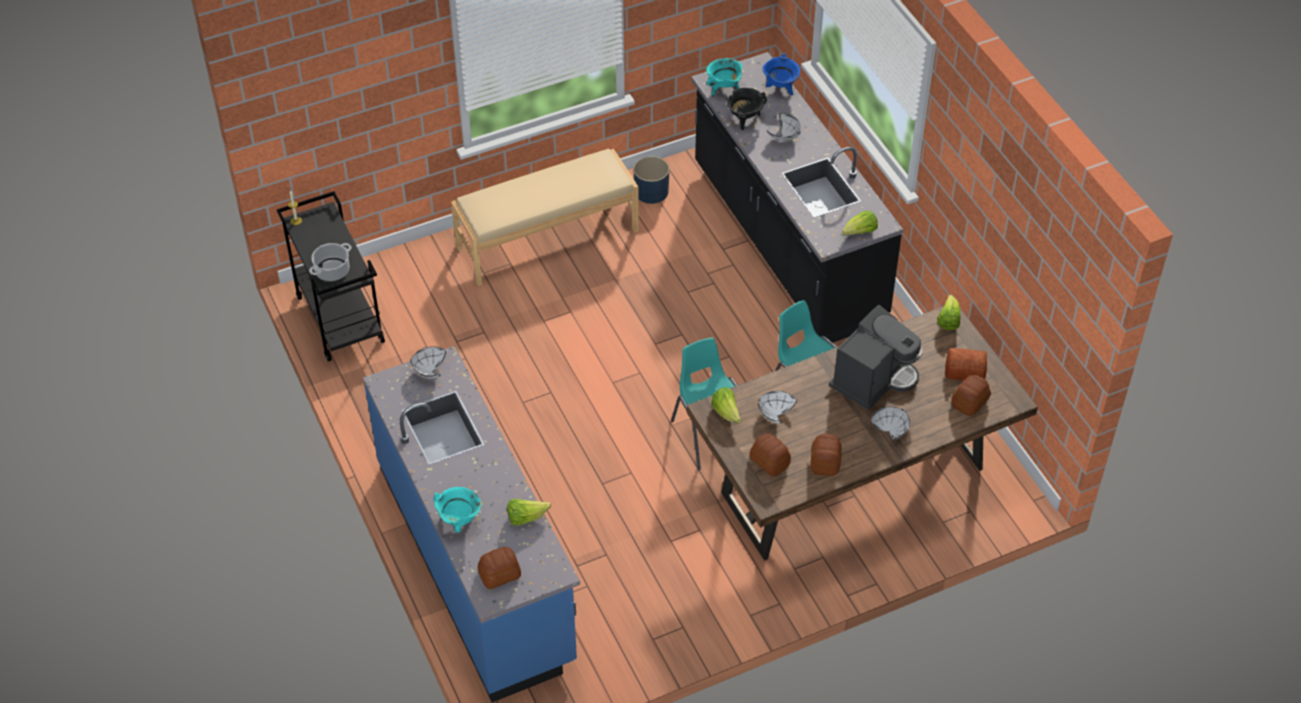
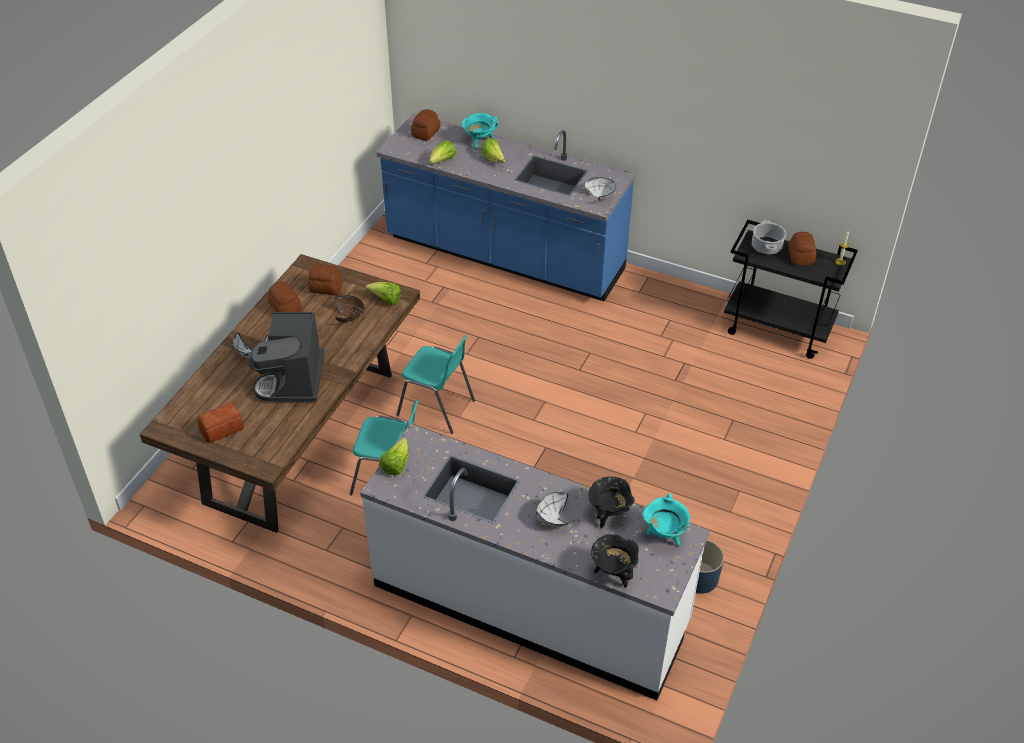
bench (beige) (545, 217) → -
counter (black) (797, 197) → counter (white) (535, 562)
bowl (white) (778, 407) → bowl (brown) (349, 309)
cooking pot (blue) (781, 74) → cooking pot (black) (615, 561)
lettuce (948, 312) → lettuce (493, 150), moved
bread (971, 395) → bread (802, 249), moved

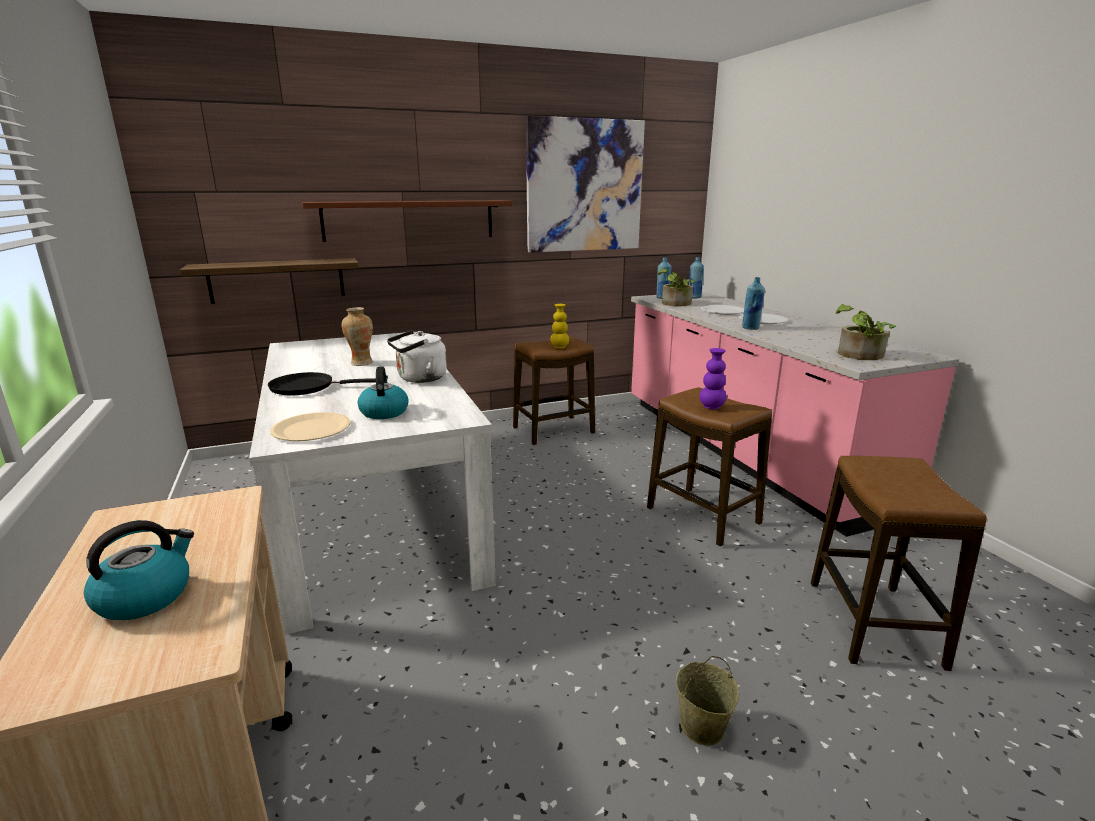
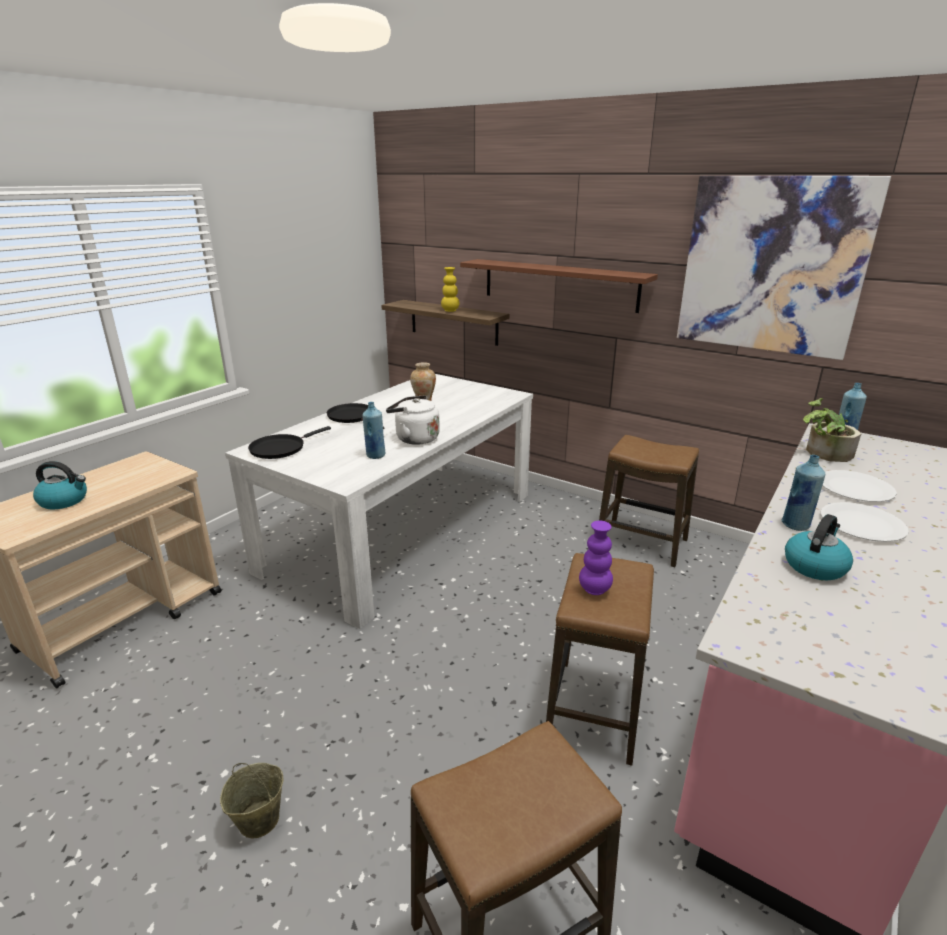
plate (beige) (310, 426) → frying pan (black) (289, 442)
kettle (383, 393) → kettle (819, 547), moved
vase (yellow) (559, 326) → vase (yellow) (450, 289), moved
bottle (blue) (696, 277) → bottle (blue) (374, 430), moved
potted plant (866, 332) → -

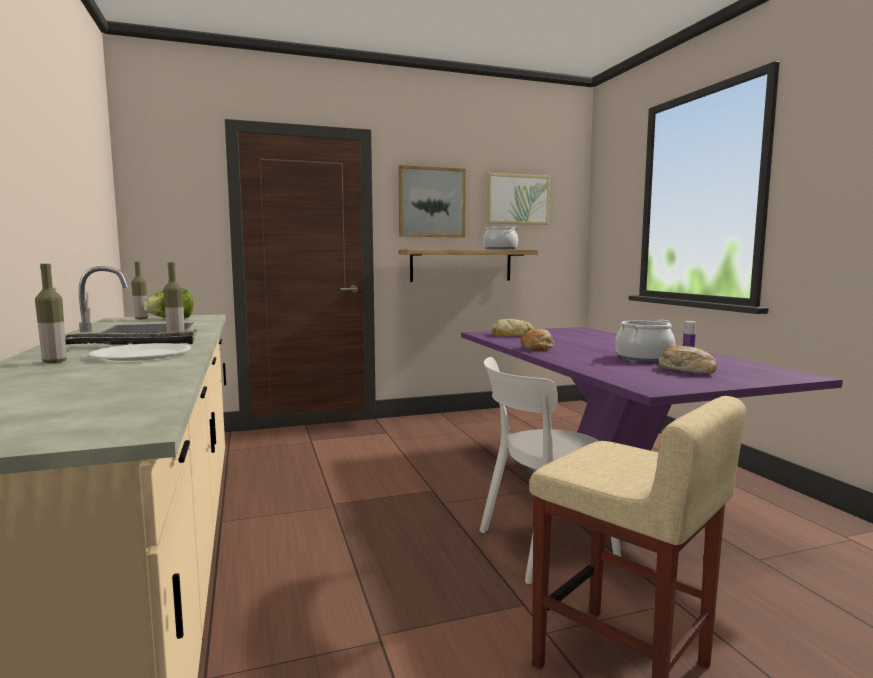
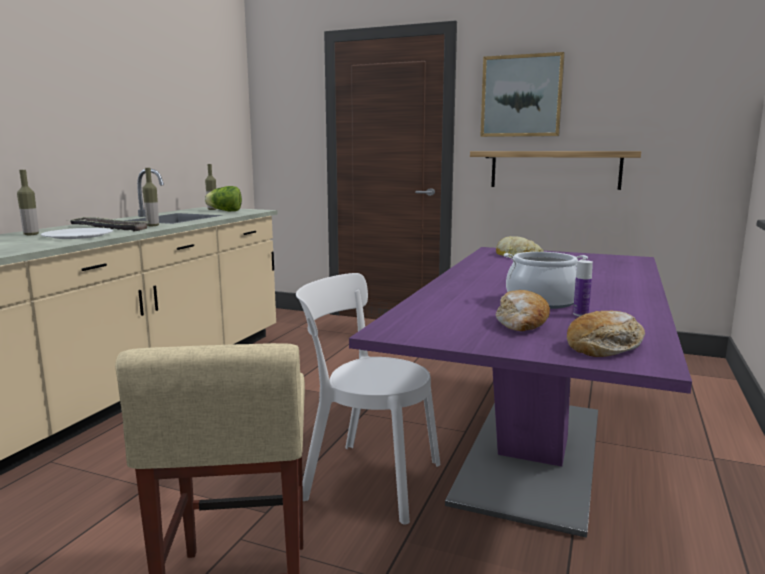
cooking pot (500, 238) → -
picture (518, 199) → -
bread (537, 340) → bread (606, 334), moved

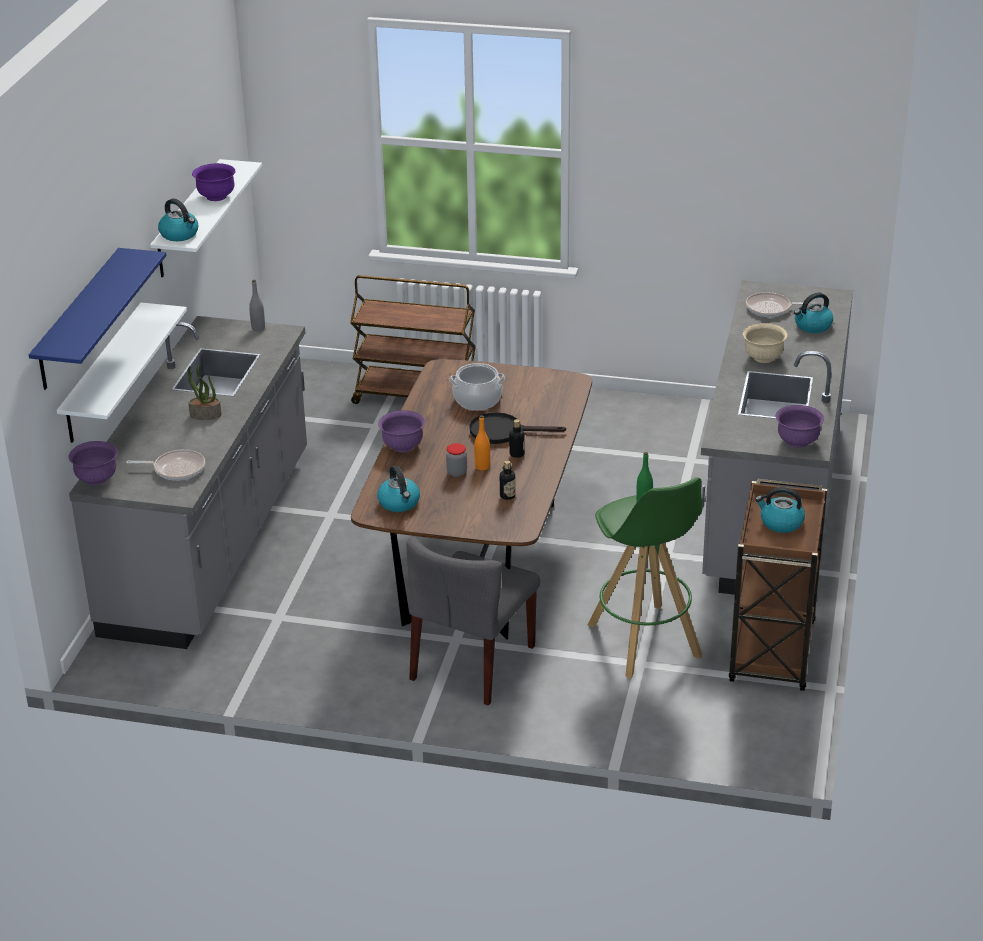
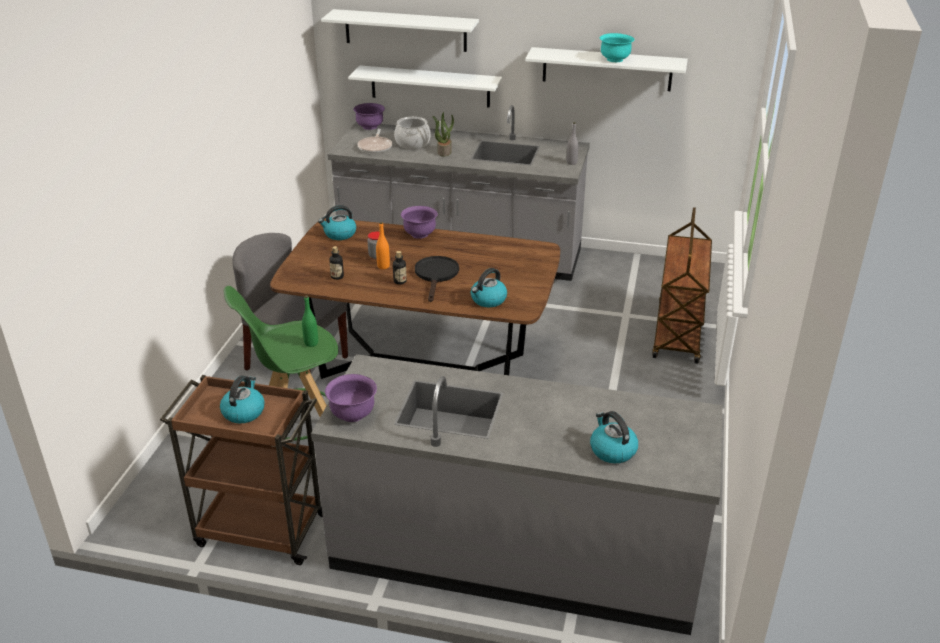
shelf (blue) (97, 319) → shelf (white) (400, 30)
kettle (178, 219) → kettle (489, 287), moved
bowl (purple) (213, 182) → bowl (turquoise) (617, 47)
cooking pot (477, 386) → cooking pot (412, 133), moved
bowl (beige) (765, 343) → -
frying pan (778, 304) → -

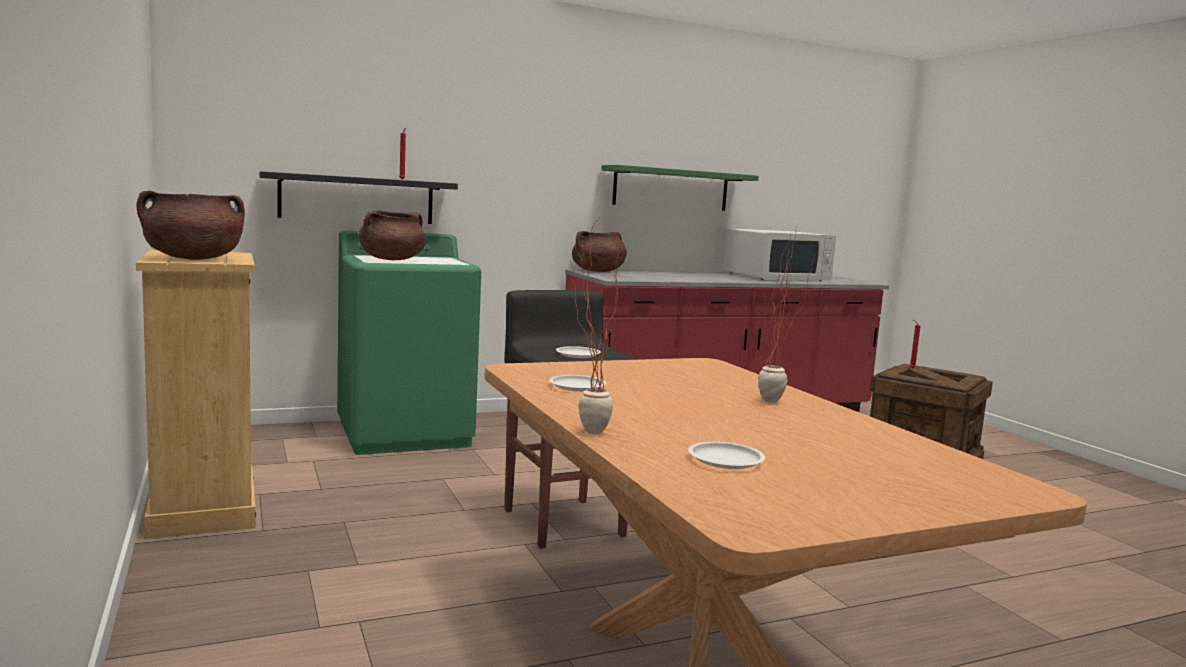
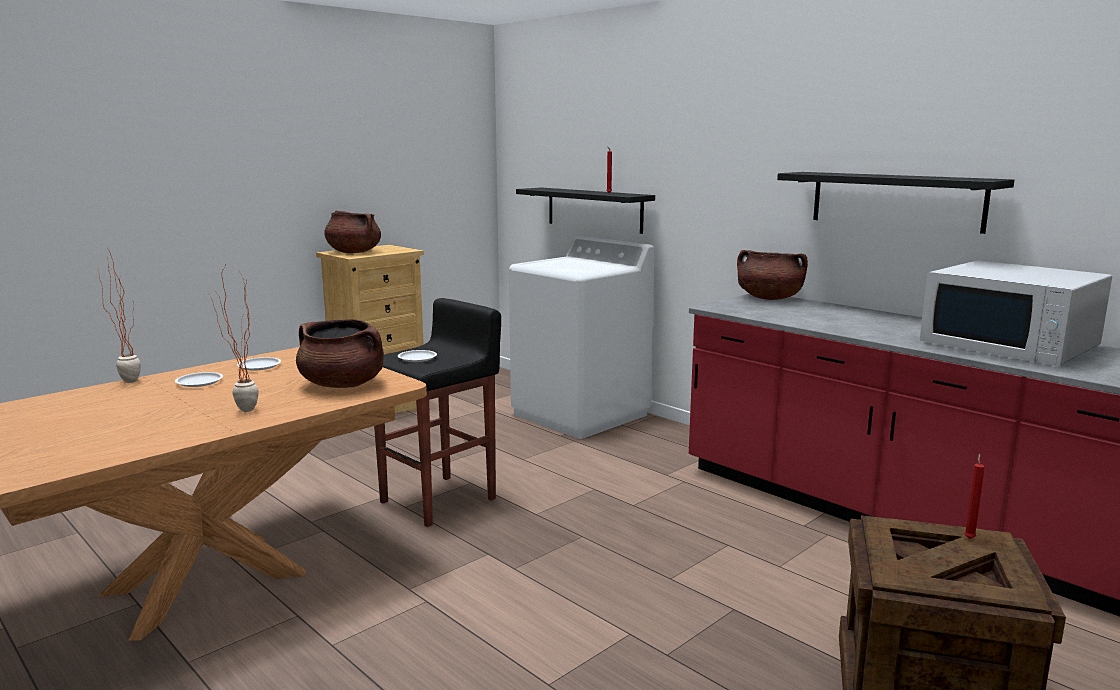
washing machine (green) (409, 342) → washing machine (white) (582, 337)
cooking pot (brown) (392, 235) → cooking pot (brown) (340, 353), moved
shelf (green) (680, 188) → shelf (black) (895, 203)
plate (white) (726, 455) → plate (white) (199, 379), moved

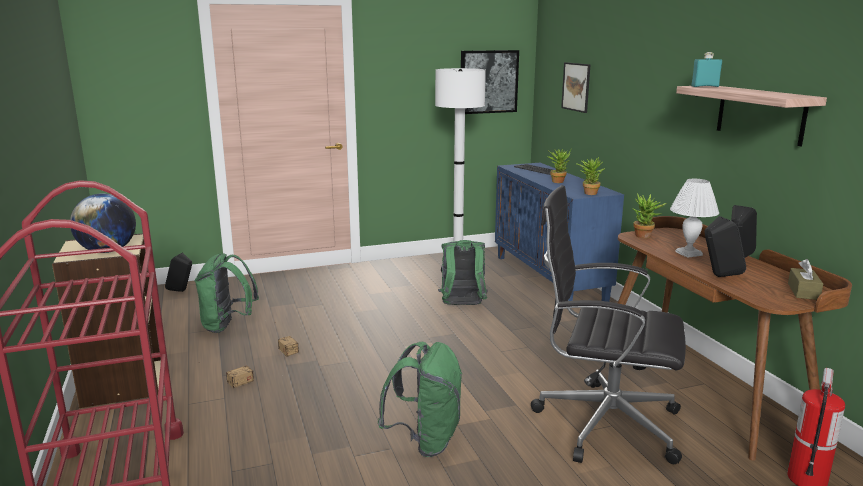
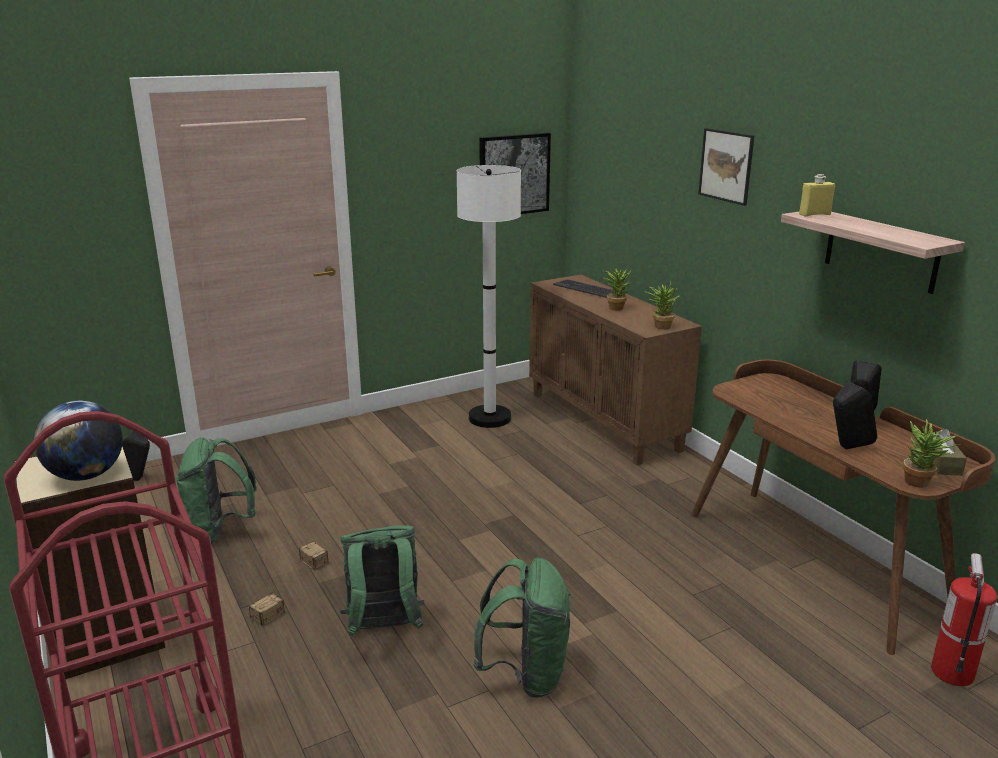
backpack (green) (463, 272) → backpack (green) (382, 581), moved
cabinet (blue) (559, 236) → cabinet (brown) (615, 370)
office chair (black) (608, 324) → -
picture (575, 87) → picture (726, 167), moved
potted plant (649, 215) → potted plant (931, 453), moved
table lamp (white) (694, 218) → -
bottle (turquoise) (706, 69) → bottle (yellow) (817, 195)

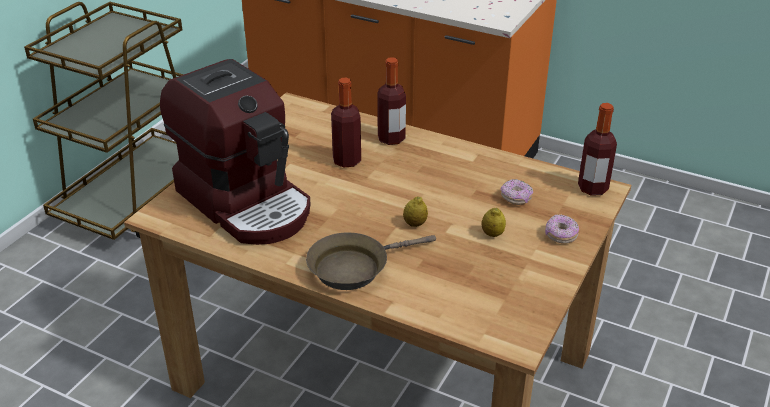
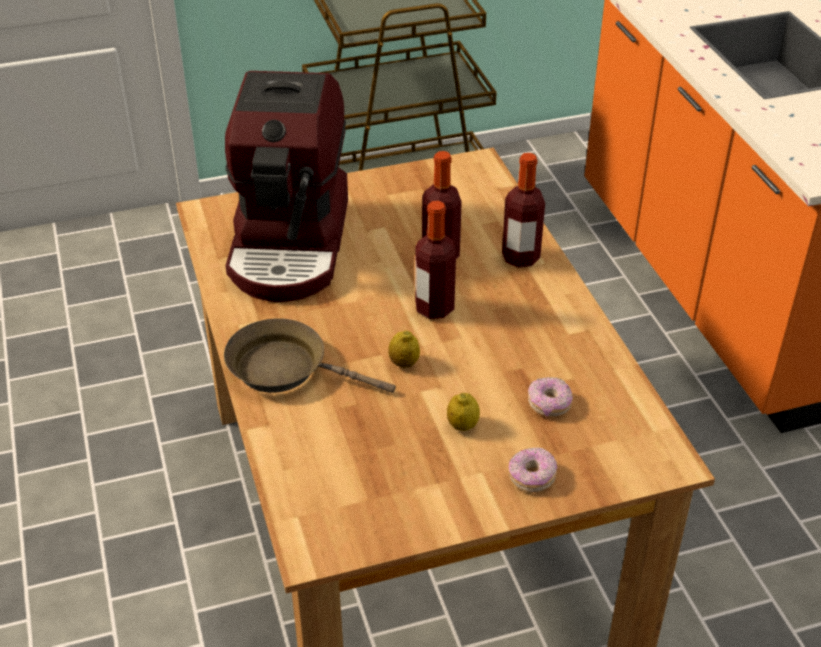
bottle (597, 149) → bottle (435, 260), moved

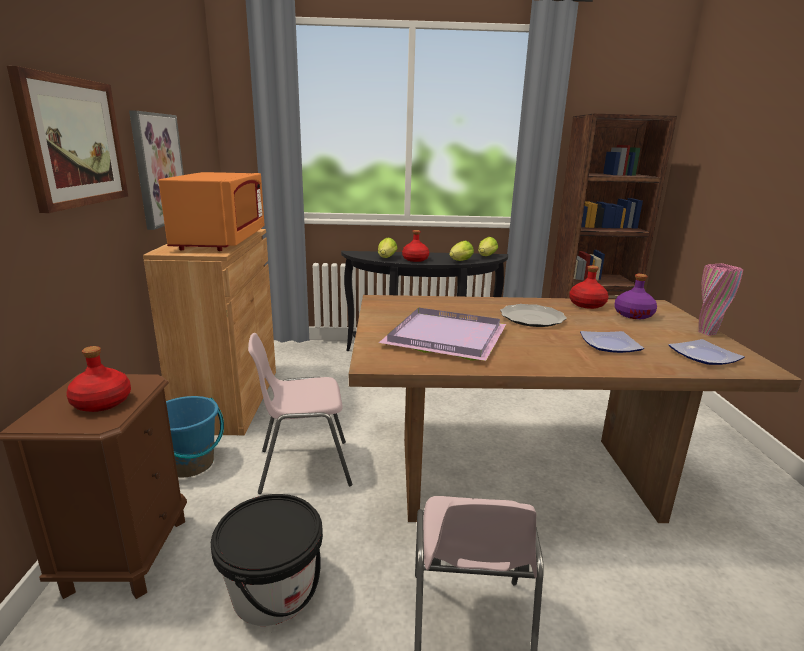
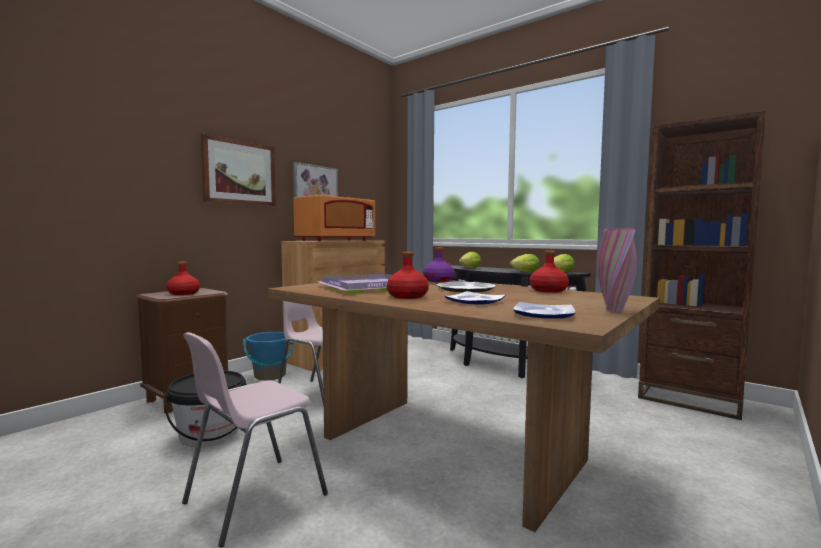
bottle (red) (415, 246) → bottle (red) (408, 275), moved
bottle (purple) (635, 296) → bottle (purple) (438, 264), moved

